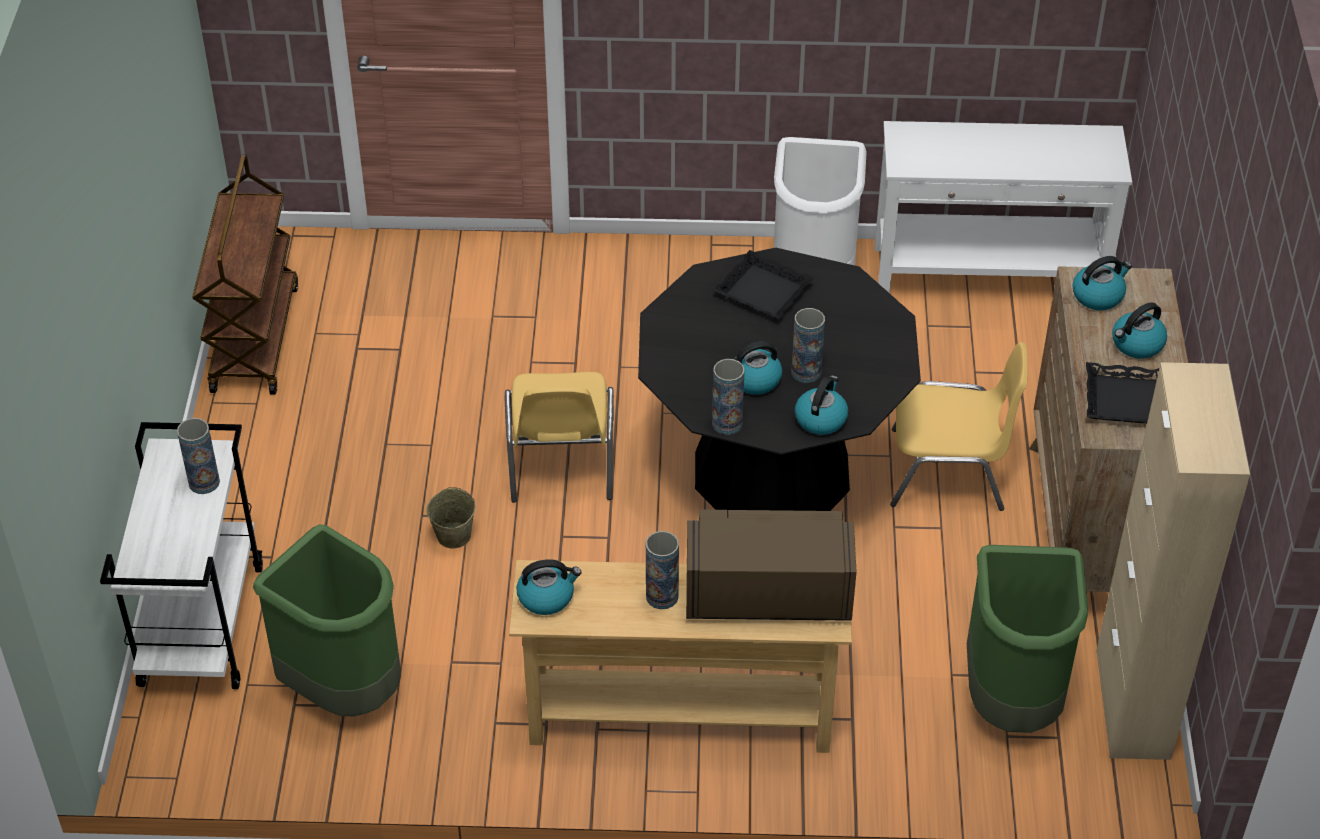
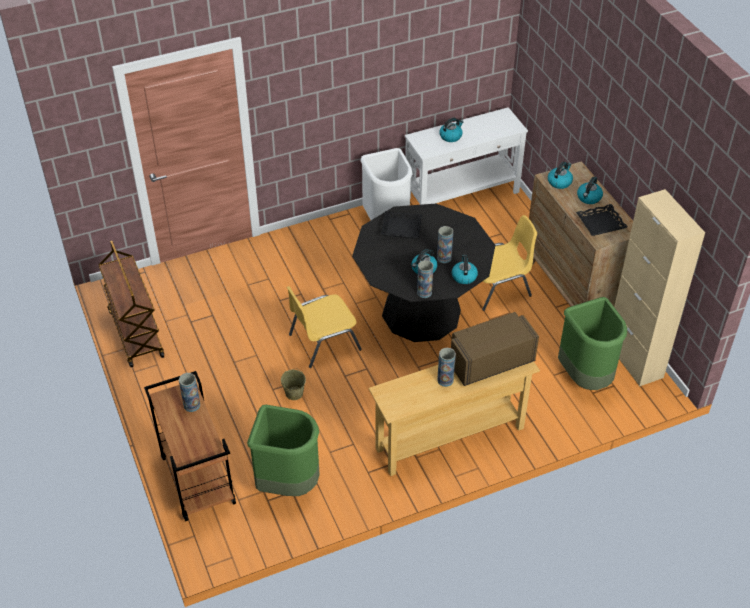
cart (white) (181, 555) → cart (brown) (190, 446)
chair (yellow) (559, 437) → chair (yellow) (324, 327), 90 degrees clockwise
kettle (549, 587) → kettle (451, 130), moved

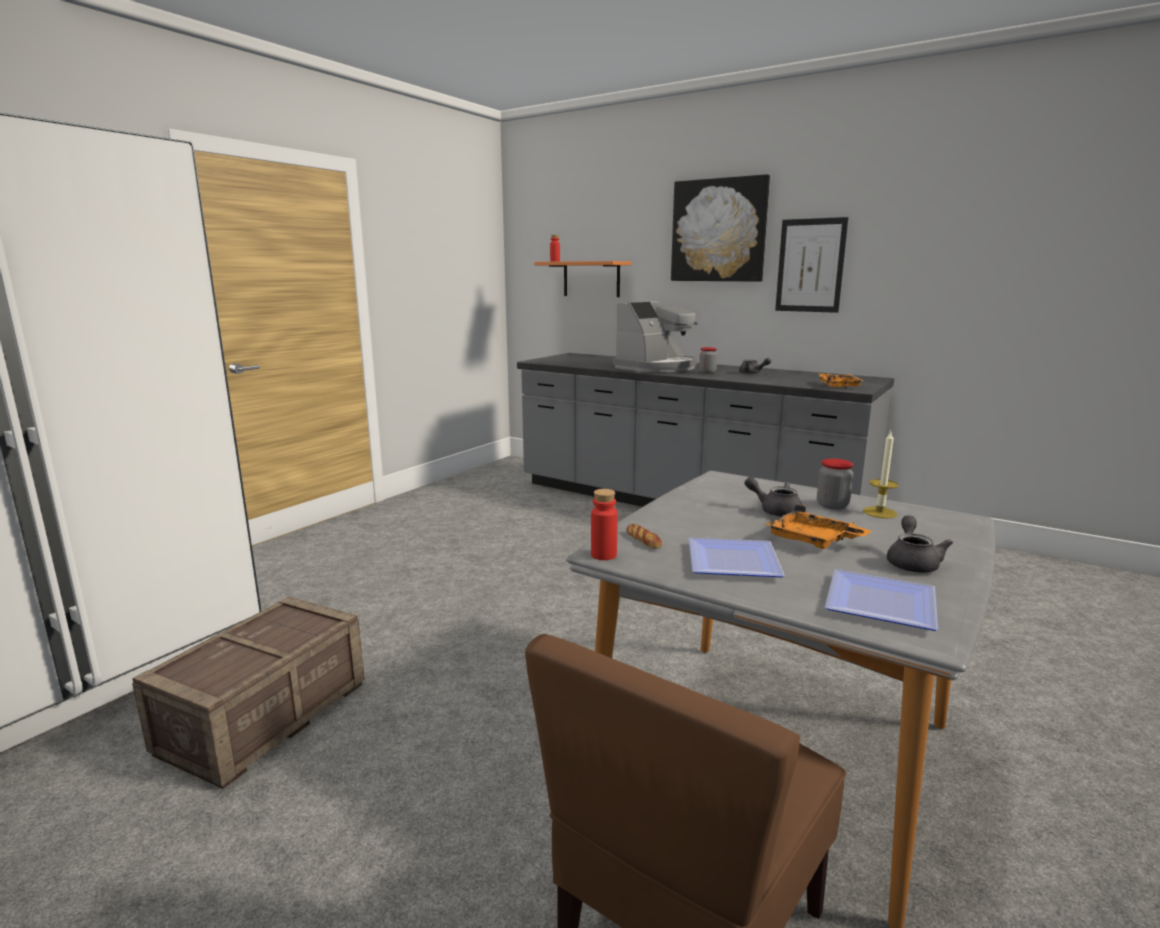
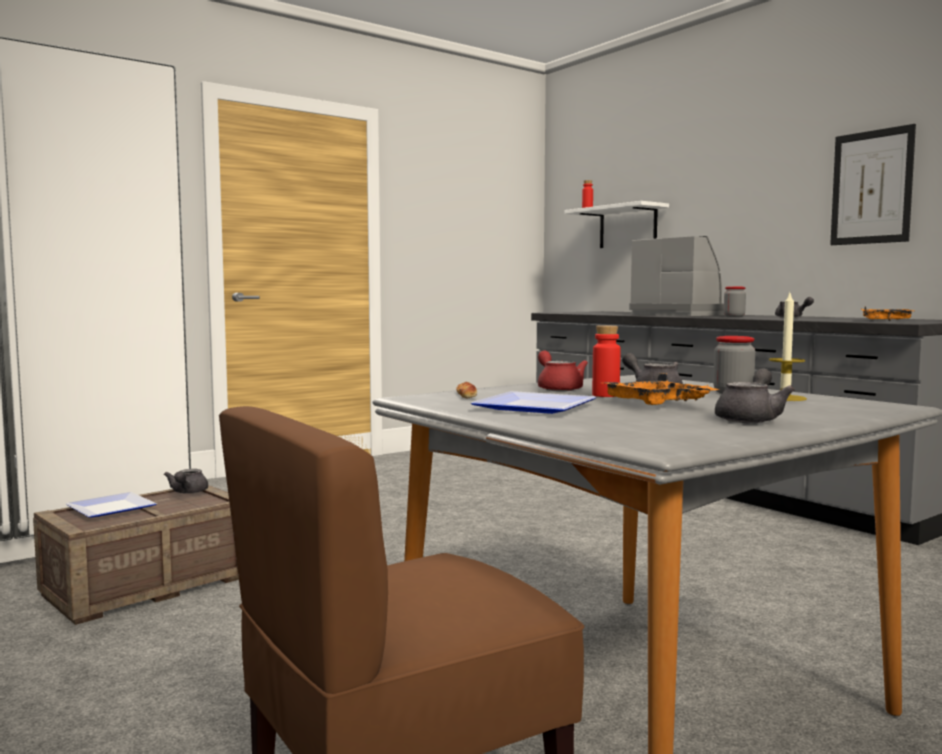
shelf (orange) (582, 279) → shelf (white) (617, 224)
bottle (red) (604, 524) → bottle (red) (606, 361), moved
coffee machine (655, 336) → coffee machine (676, 276), 105 degrees counterclockwise
picture (720, 228) → -
plate (881, 600) → plate (111, 505), moved
- → teapot (grey) (186, 481)
- → teapot (red) (563, 371)

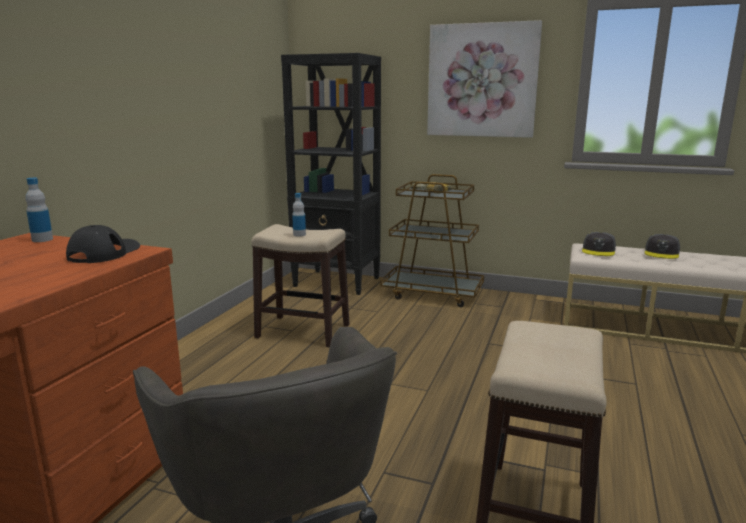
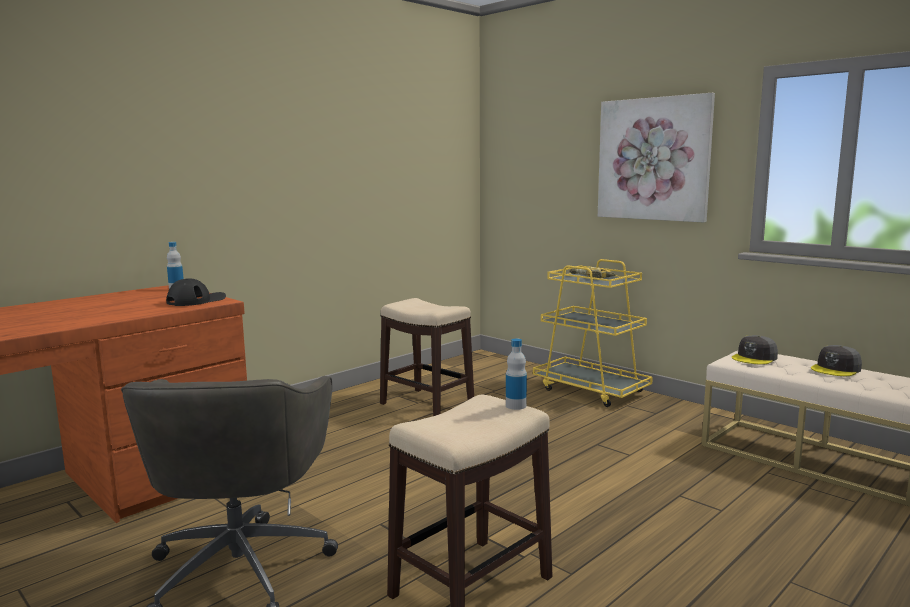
bookcase (black) (331, 174) → -
bottle (299, 215) → bottle (516, 374), moved
cart (brown) (432, 240) → cart (yellow) (593, 333)

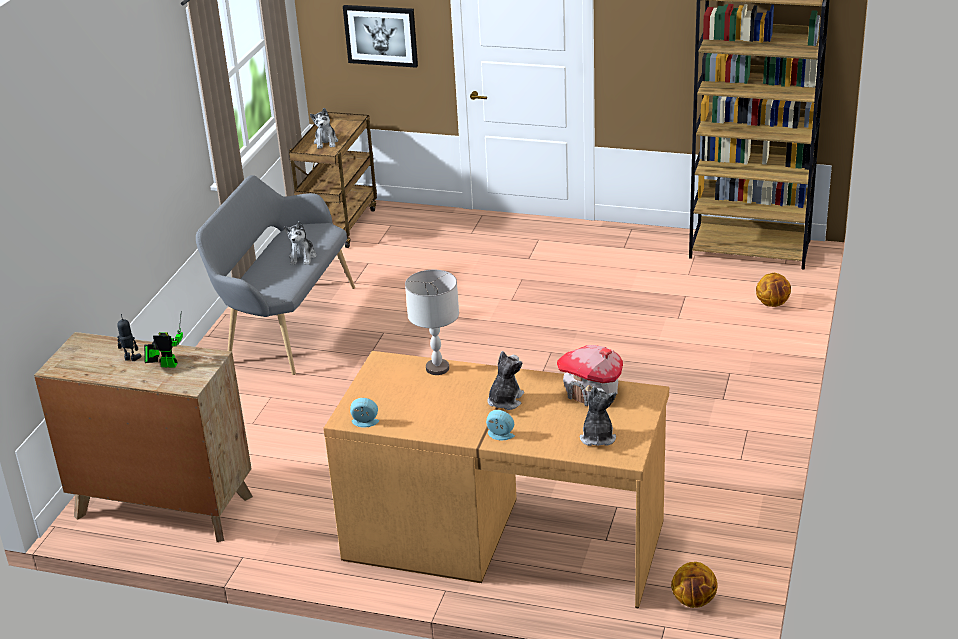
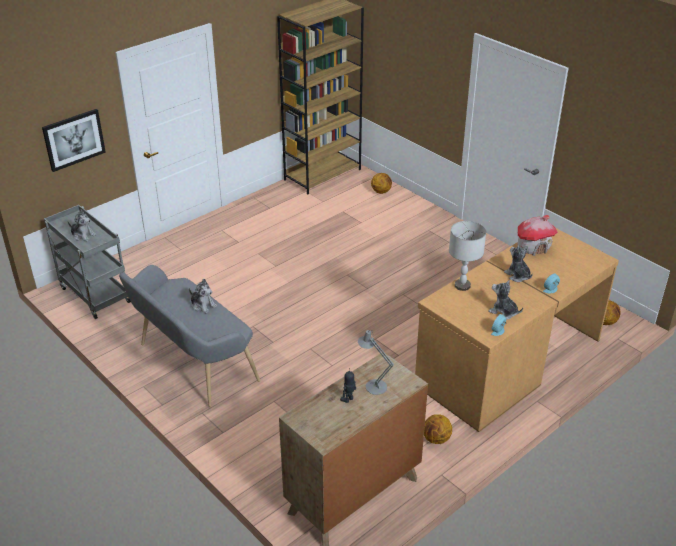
toy robot (163, 339) → table lamp (grey) (376, 362)
cart (brown) (333, 180) → cart (grey) (87, 262)
plush toy (598, 416) → plush toy (505, 300), moved
- → basketball (438, 429)

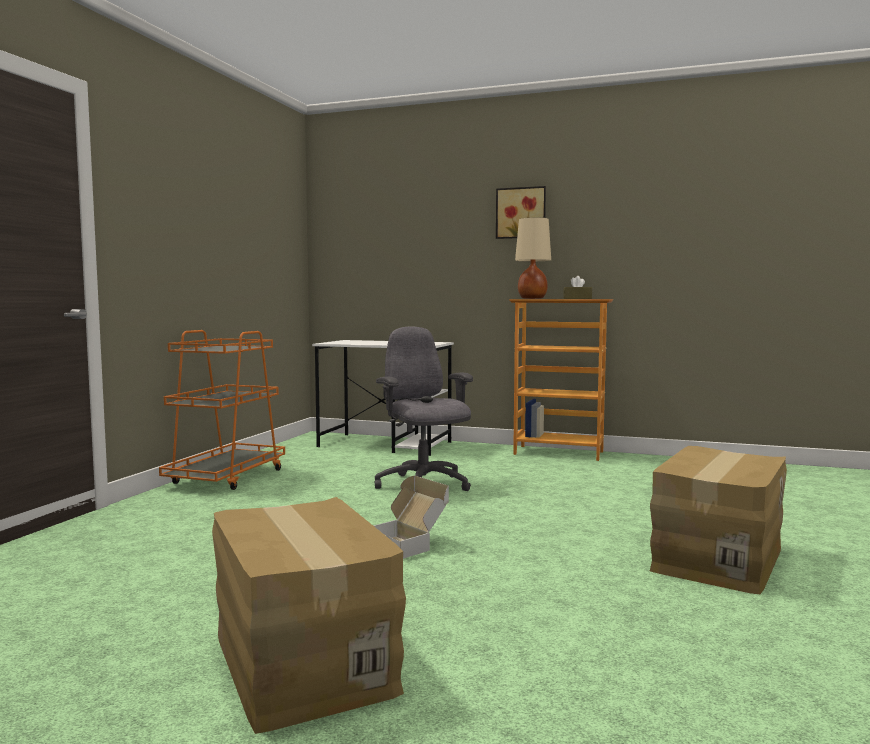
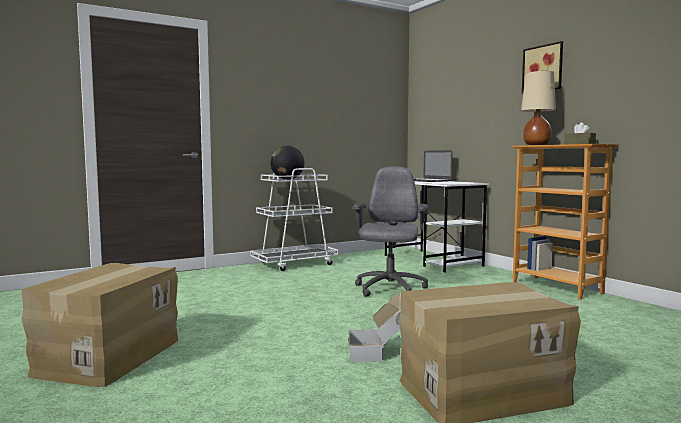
cart (orange) (222, 410) → cart (white) (294, 219)
cardboard box (411, 517) → cardboard box (375, 328), moved
- → globe (287, 163)
- → laptop (433, 166)

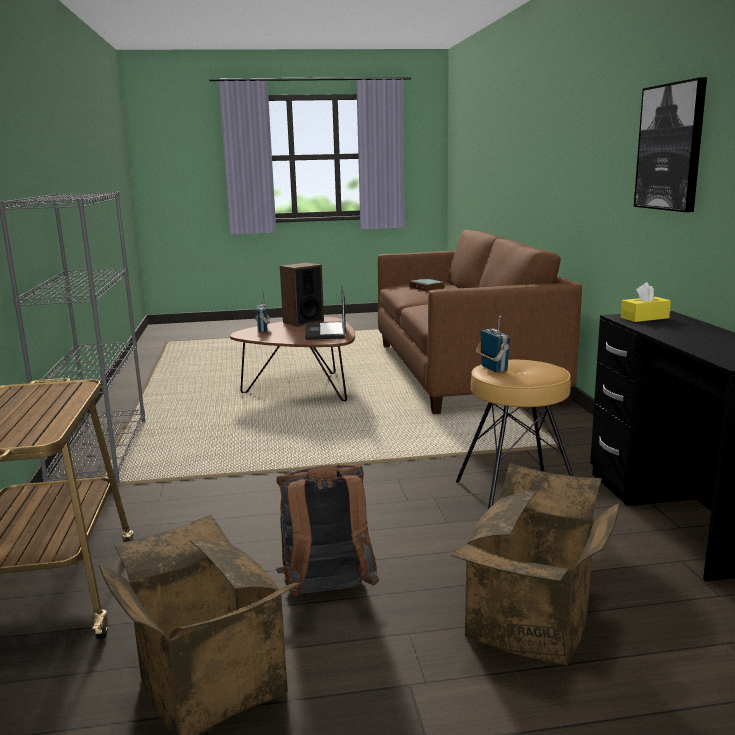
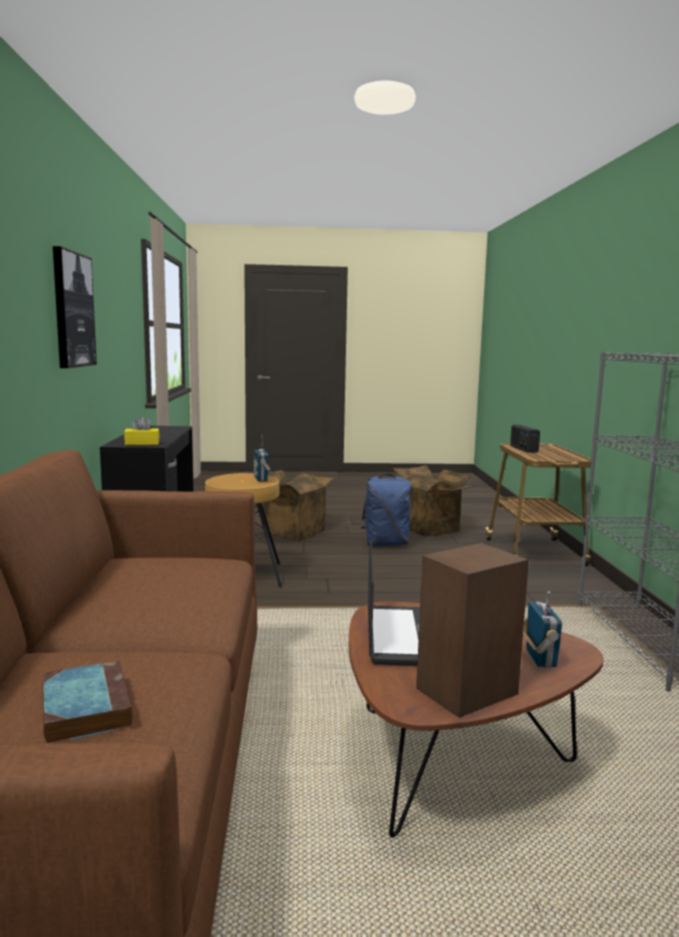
backpack (brown) (327, 530) → backpack (blue) (386, 510)
- → radio (525, 439)

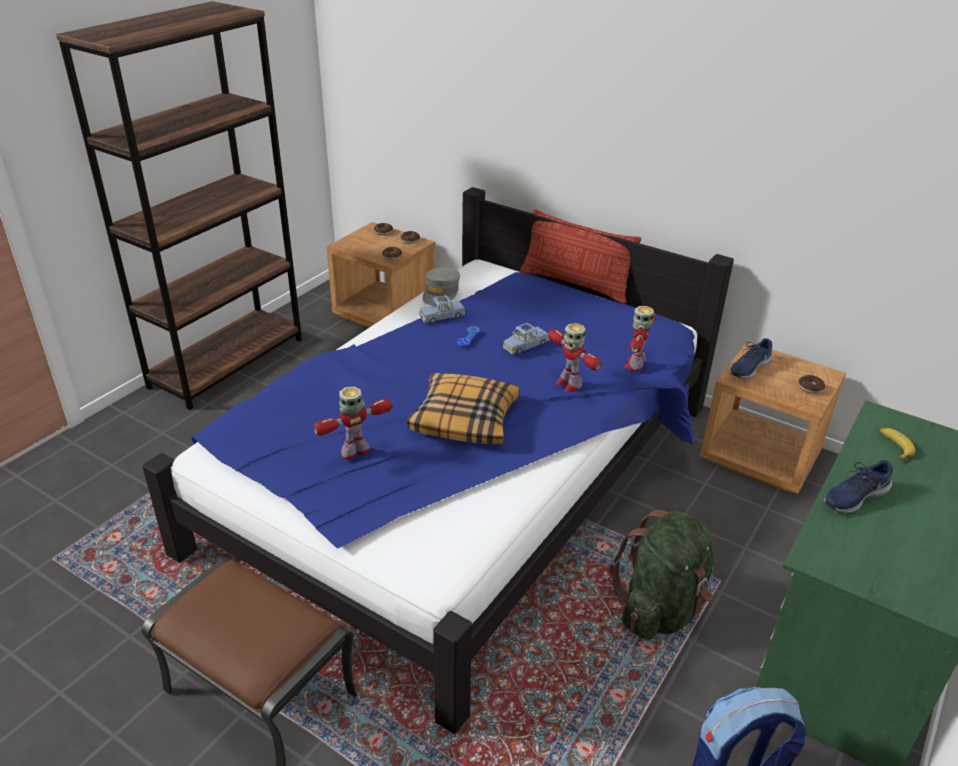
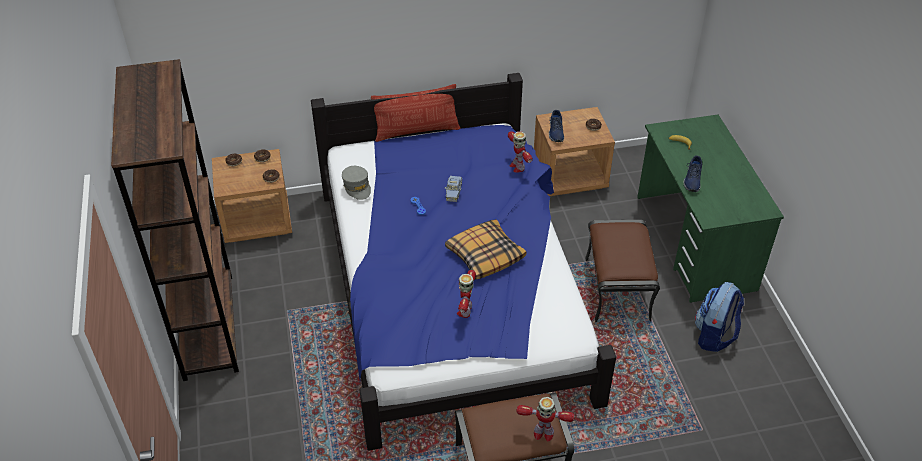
toy car (blue) (442, 309) → -
toy robot (575, 357) → toy robot (545, 419), moved
backpack (green) (661, 575) → ottoman (brown) (622, 271)

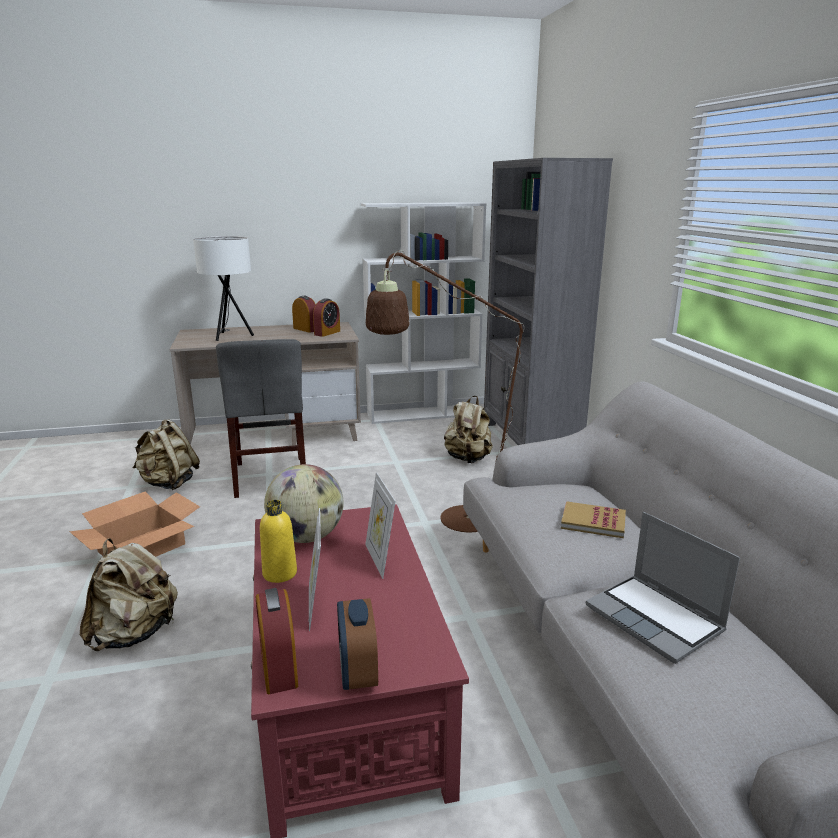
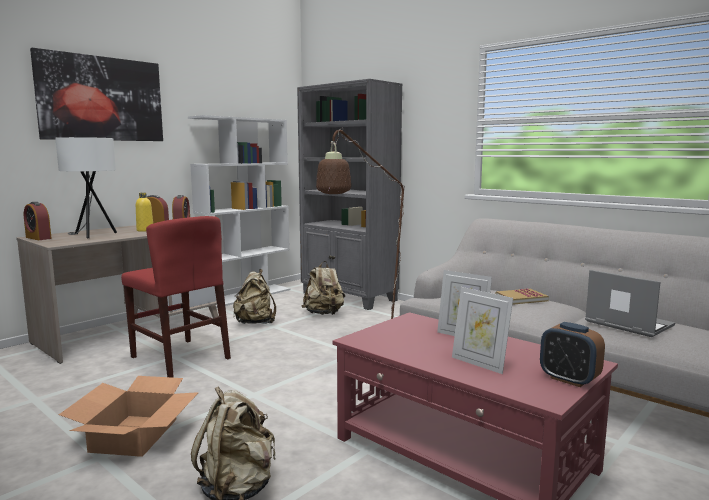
backpack (beige) (166, 454) → backpack (beige) (254, 296), moved
chair (grey) (261, 418) → chair (red) (176, 297)
alarm clock (277, 641) → alarm clock (38, 221), moved
bottle (yellow) (278, 541) → bottle (yellow) (144, 212), moved
globe (304, 503) → -
laptop (662, 588) → laptop (630, 303), 150 degrees counterclockwise
- → picture (96, 94)

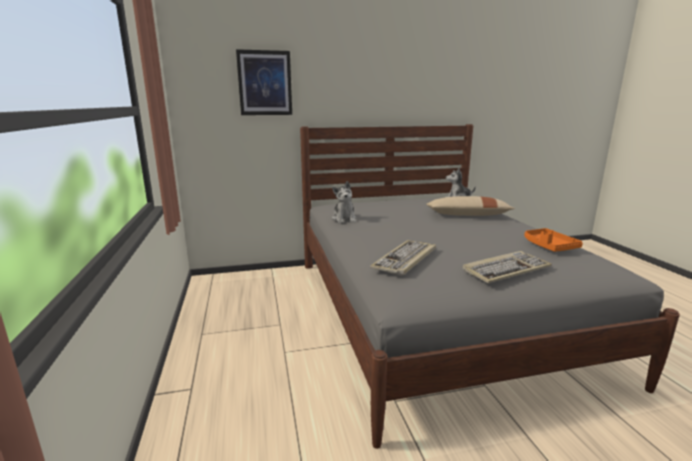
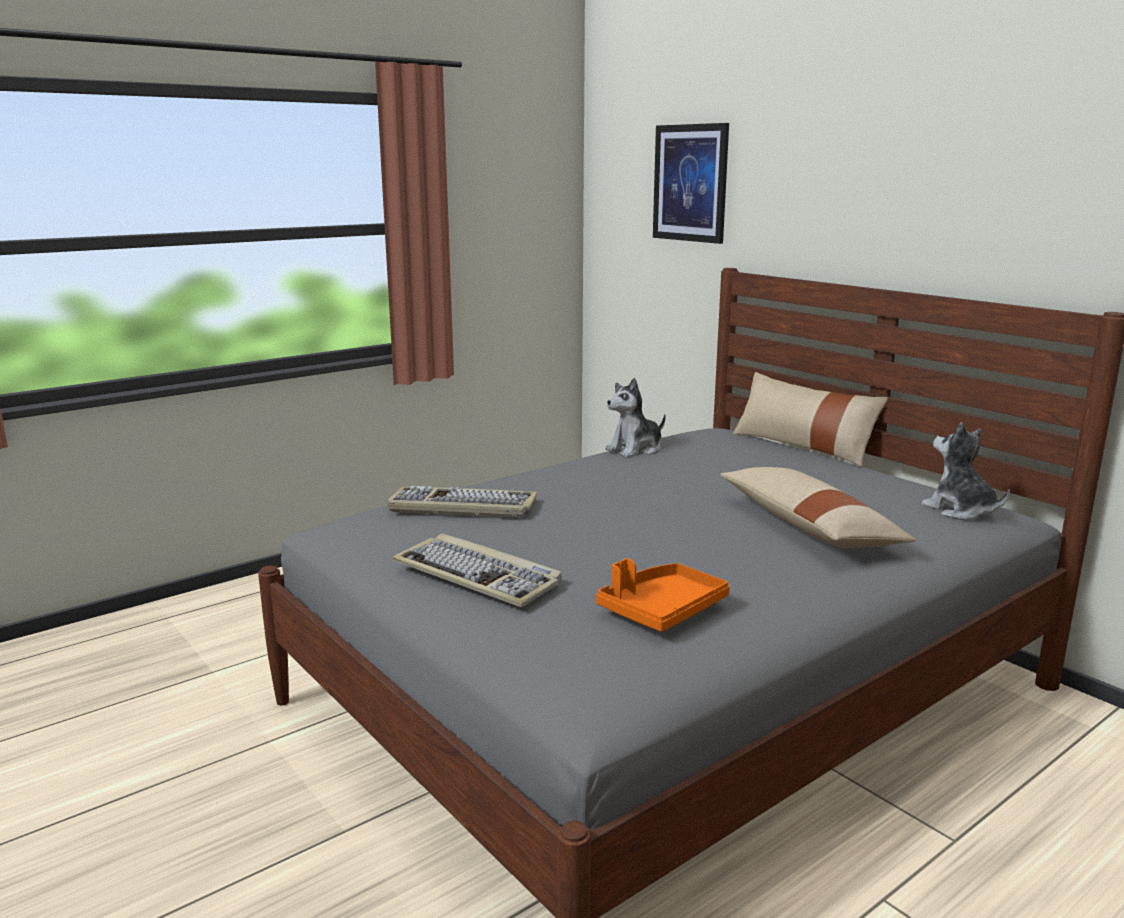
- → pillow (beige) (810, 419)

